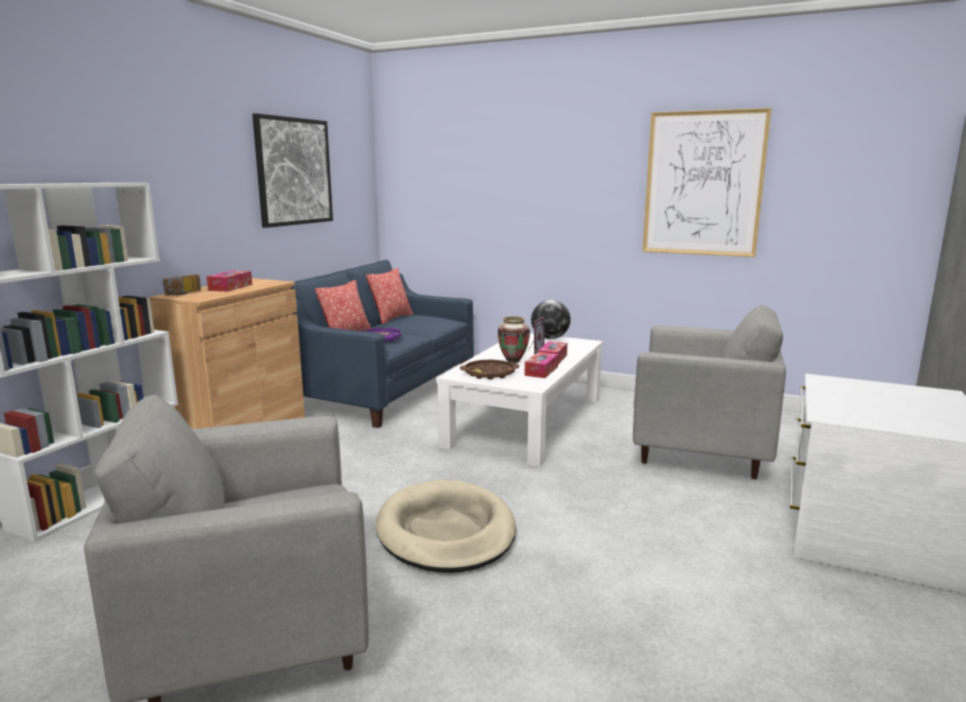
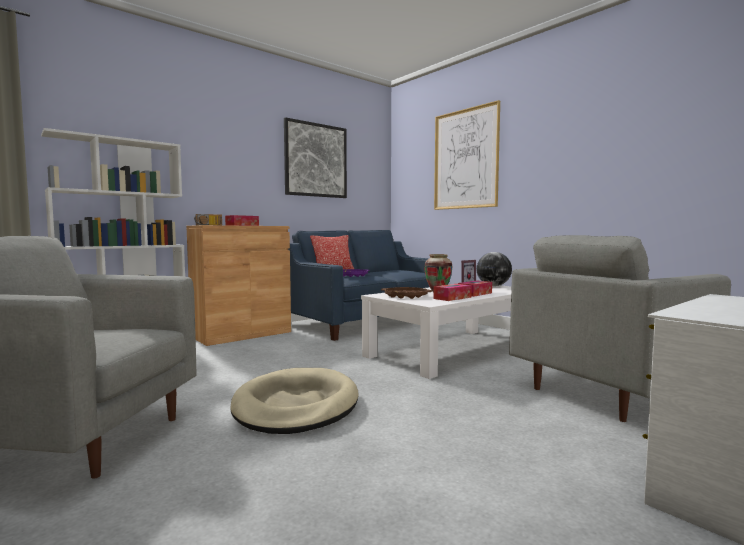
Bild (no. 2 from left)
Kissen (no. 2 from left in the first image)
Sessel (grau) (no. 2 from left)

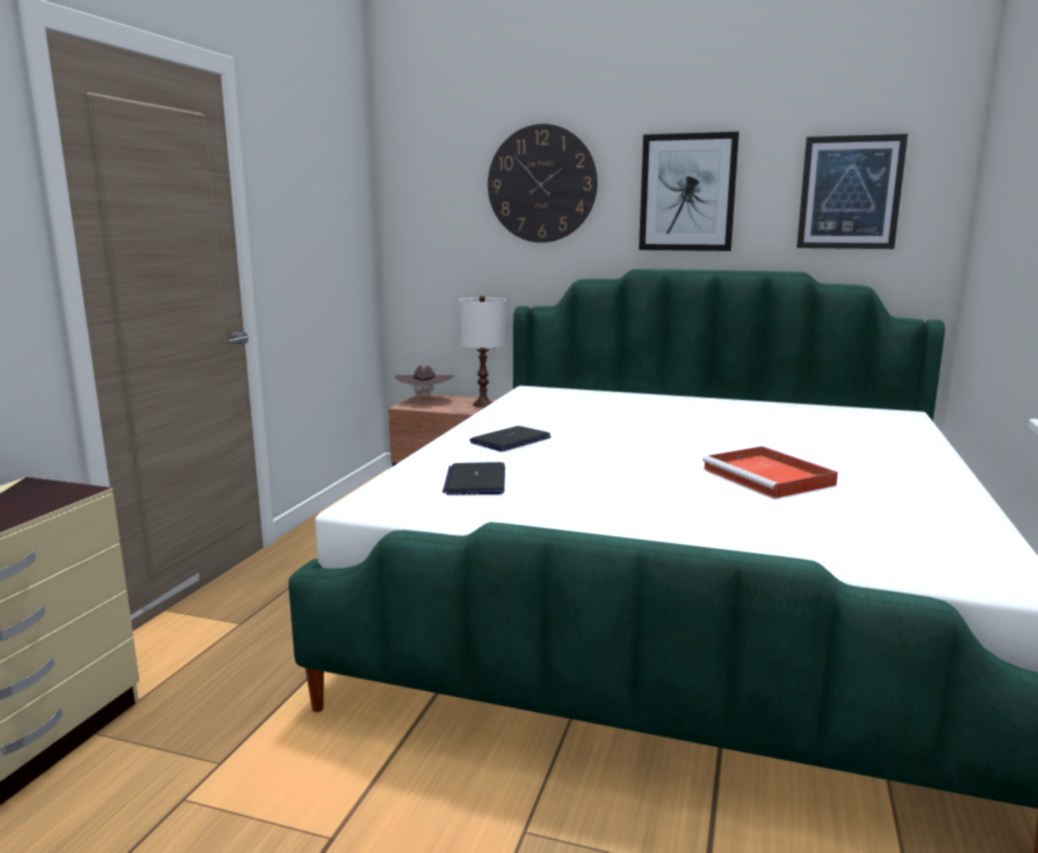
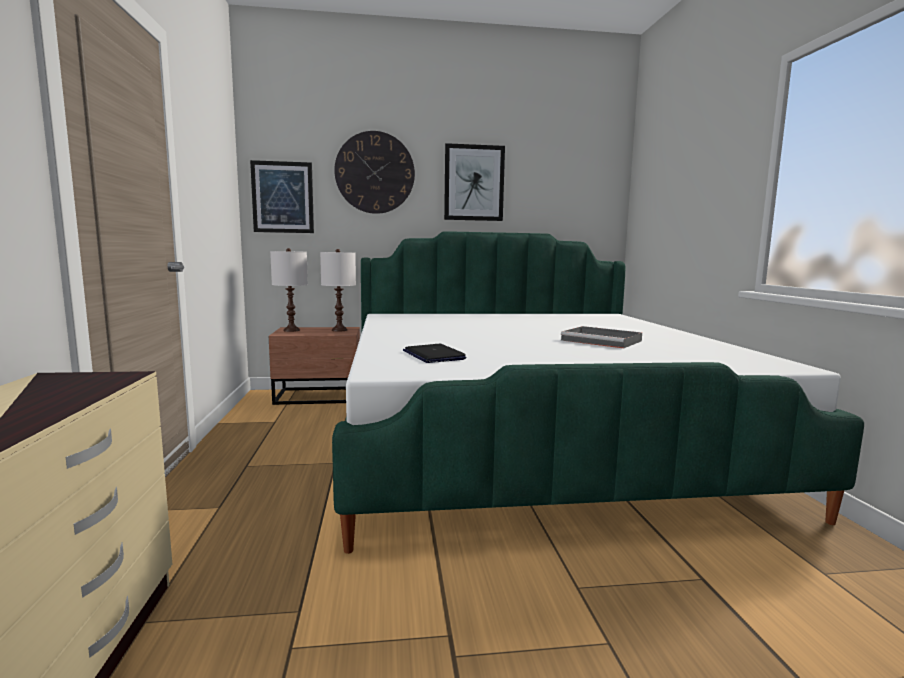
Bild (no. 1 from left)
Tischlampe (weiß) (no. 1 from left)
Laptop (no. 2 from left in the first image)
Tablett (grau)

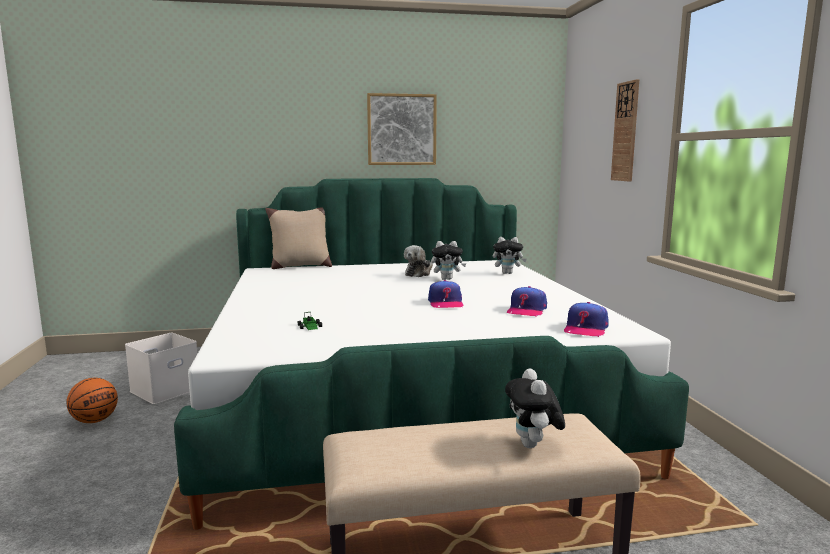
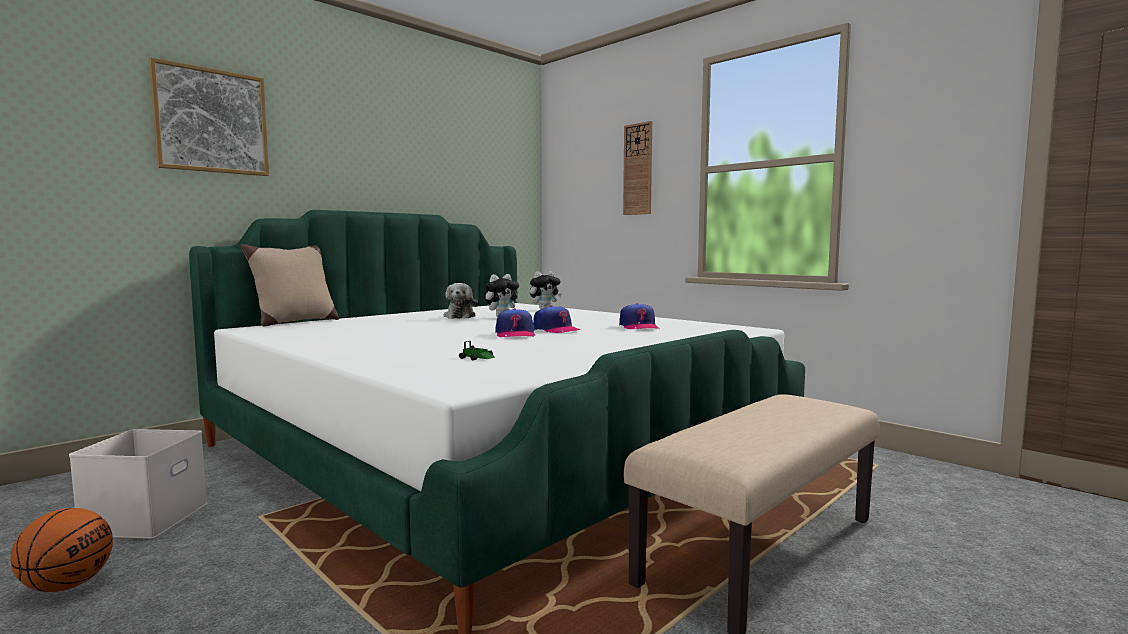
Bild
Kappe (no. 1 from left)
Plüschtier (no. 4 from left in the first image)

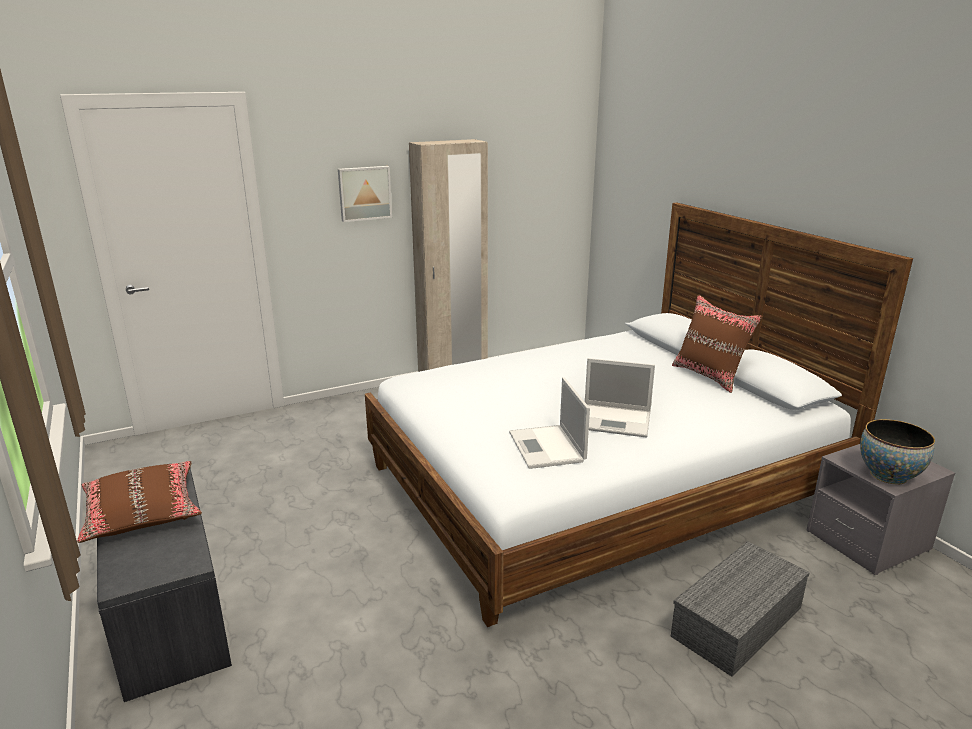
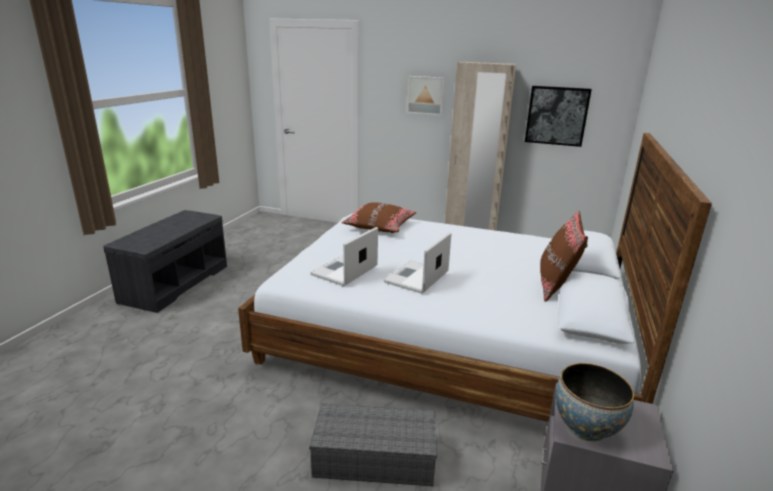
Laptop (no. 2 from left)
Kissen (braun) (no. 1 from left)
Bild (no. 2 from left)

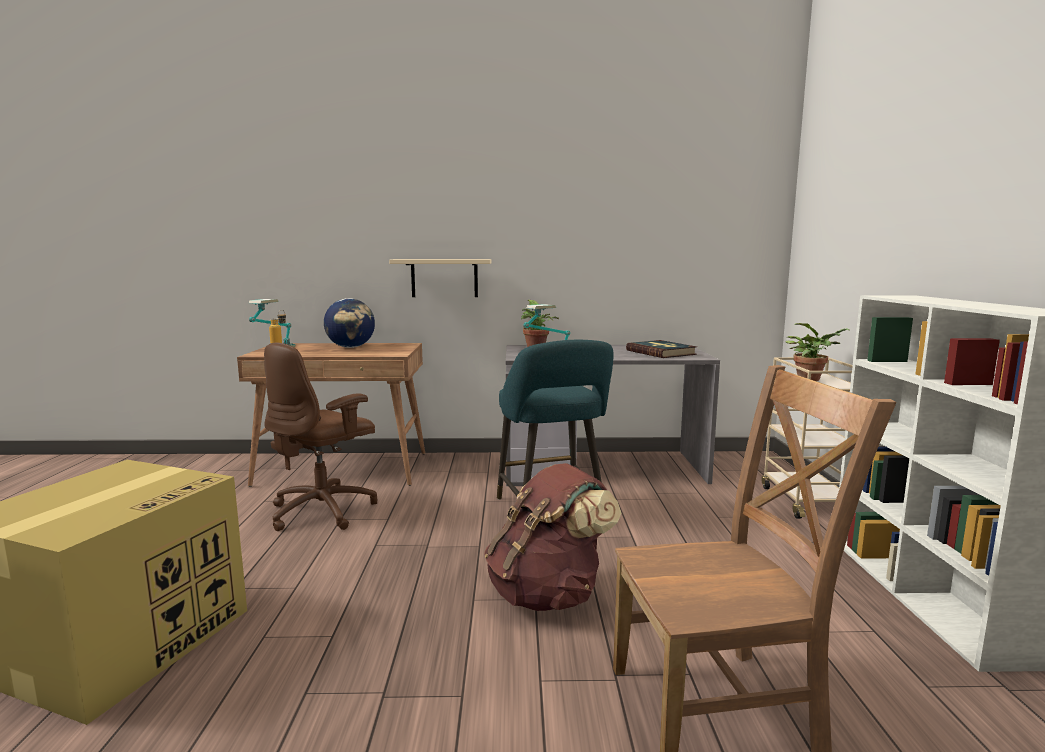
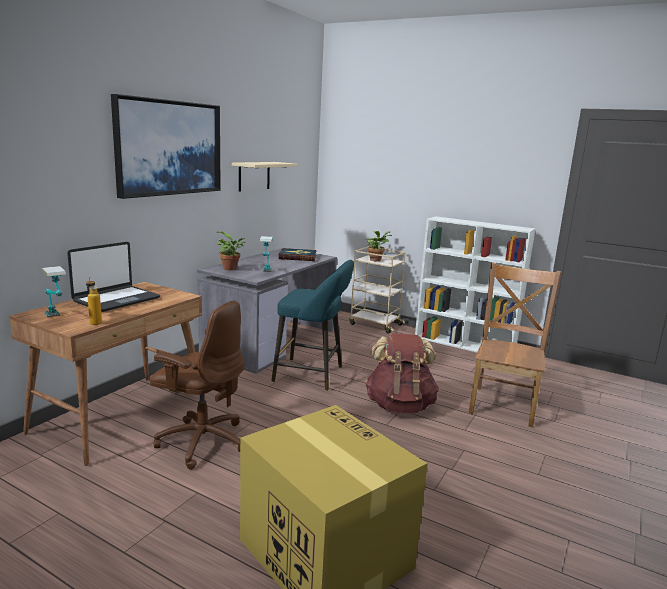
Wandregal (beige)
Laptop
Bürostuhl (braun)
Bild

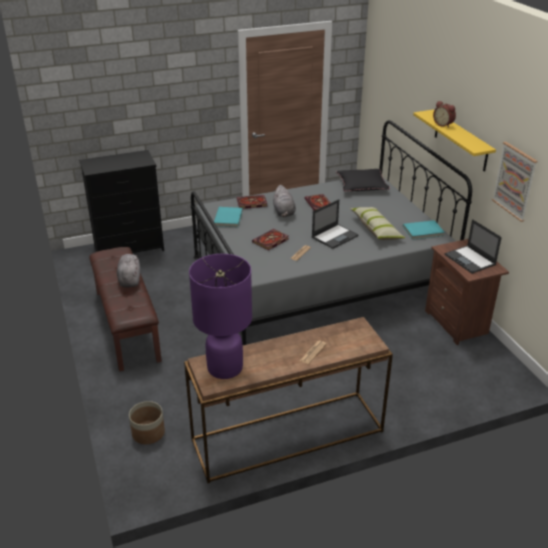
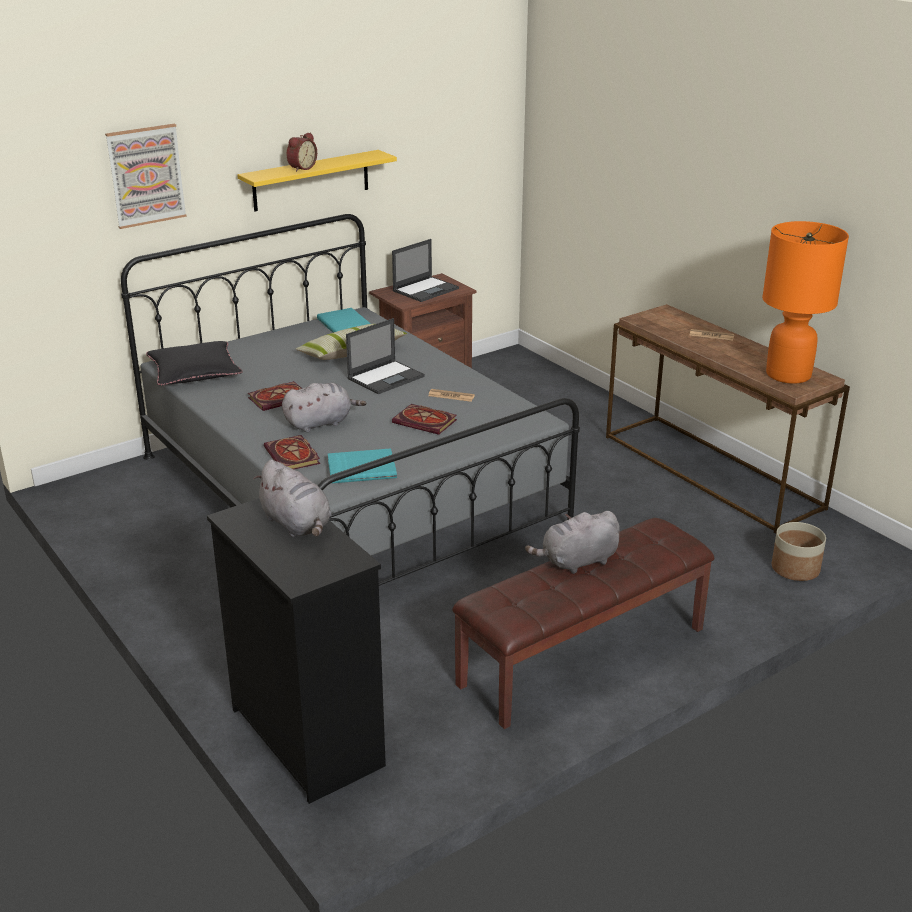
Bild
Laptop (no. 1 from left)
Tischlampe (orange)
Plüschtier (grau) (no. 1 from left)

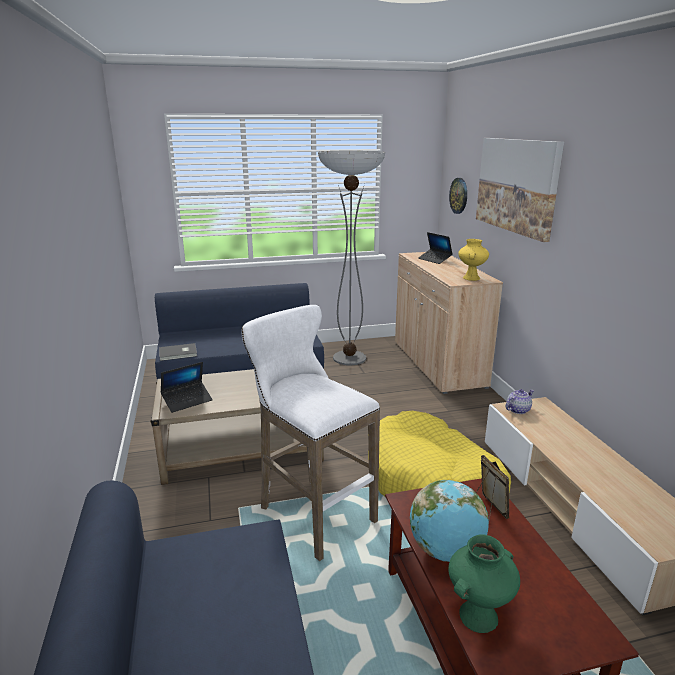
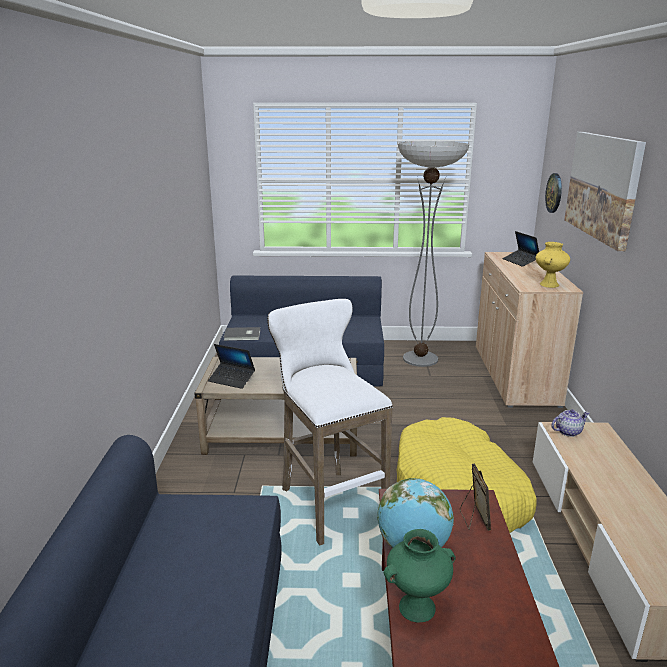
Laptop (no. 1 from left)

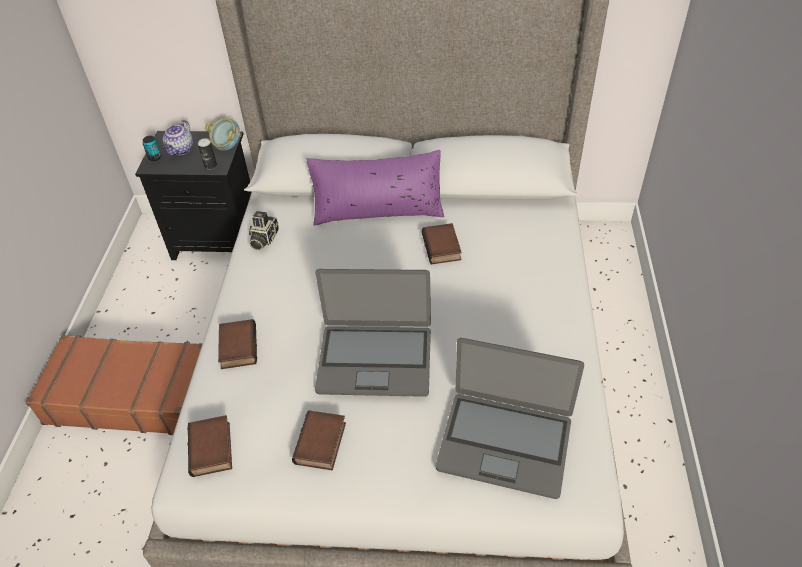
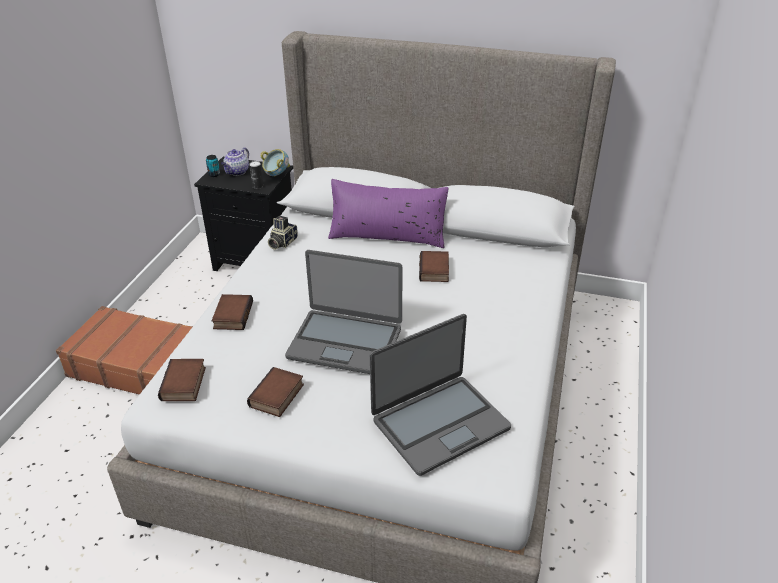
Laptop (no. 2 from left)

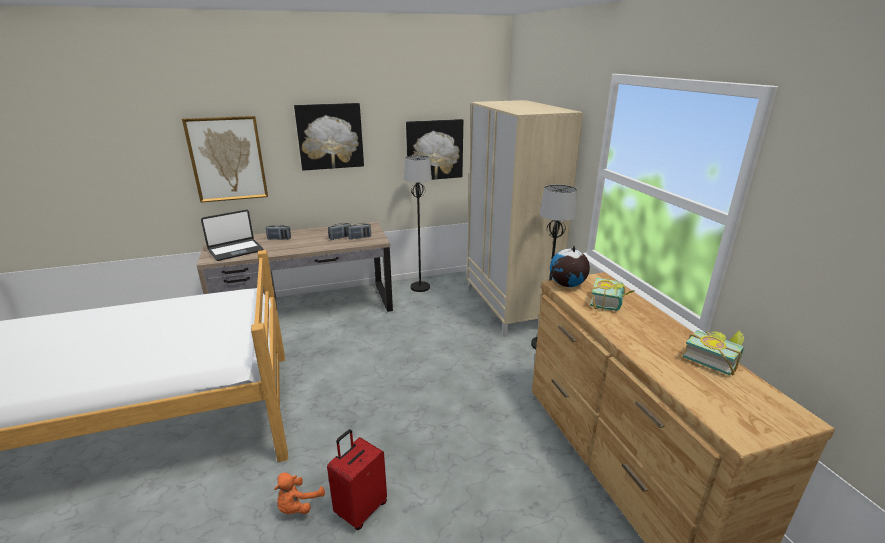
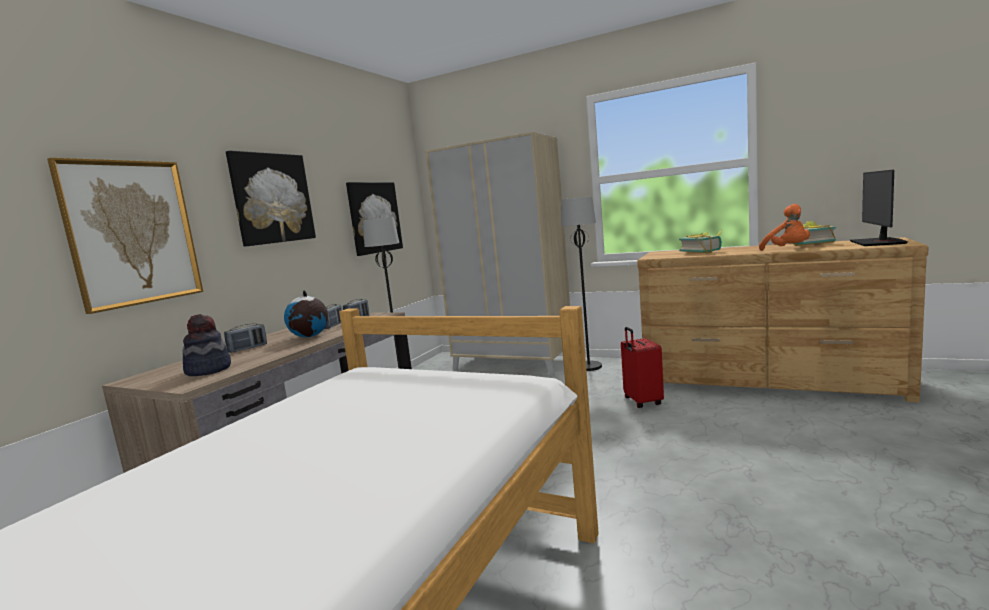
Hut
Globus
Koffer (rot)
Plüschtier (orange)
Monitor

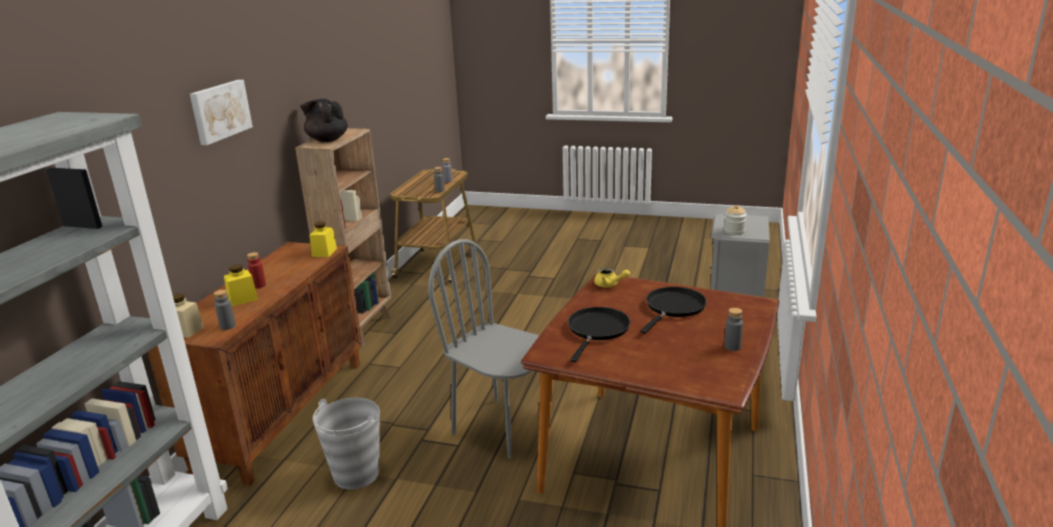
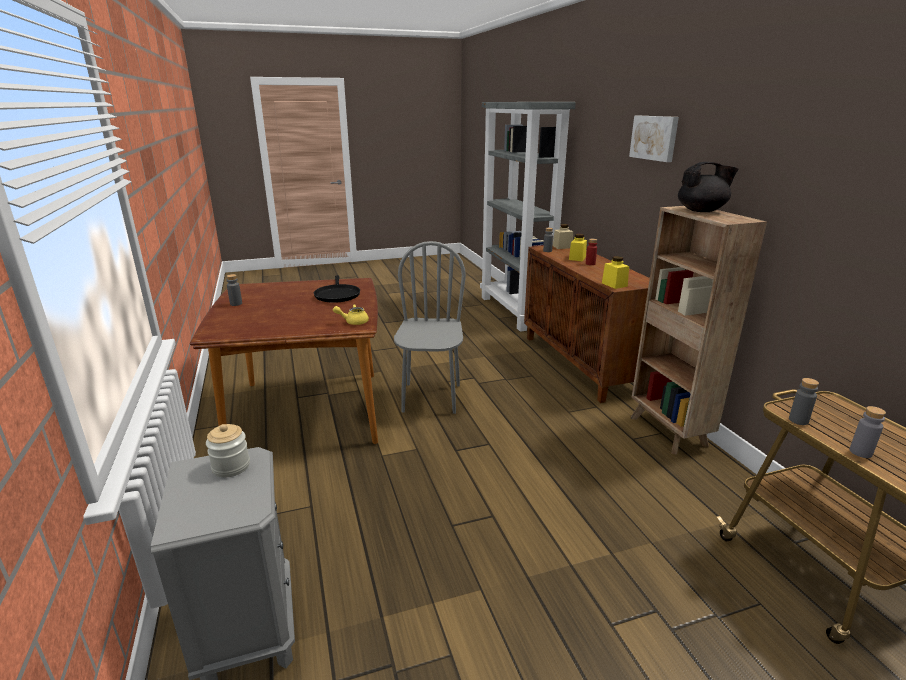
Stuhl (grau)
Pfanne (schwarz) (no. 2 from left in the first image)
Eimer (grau)

